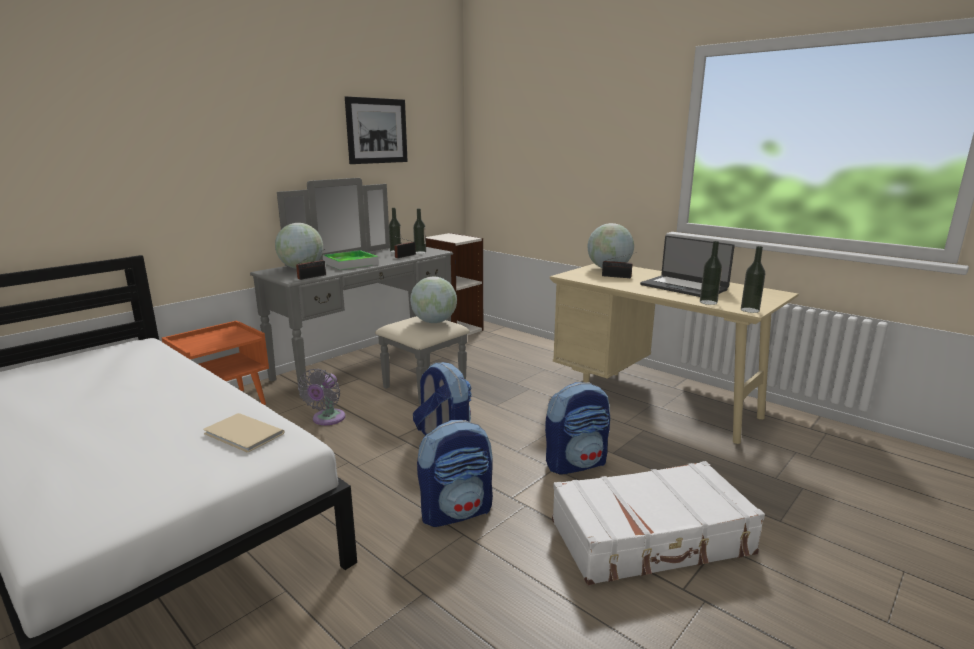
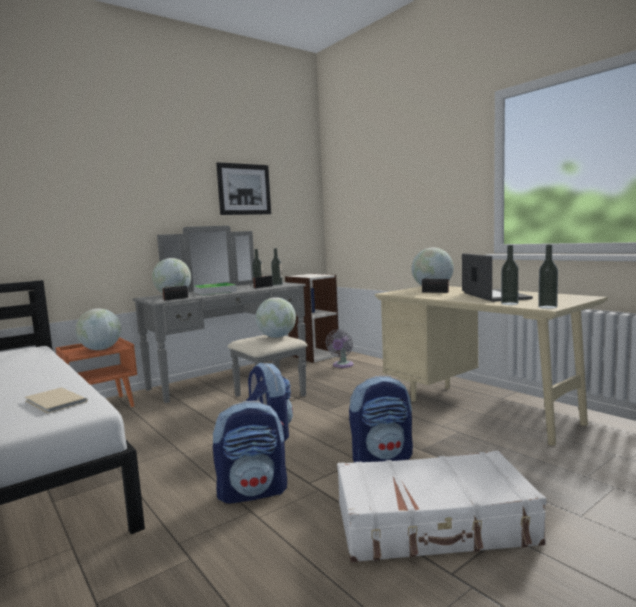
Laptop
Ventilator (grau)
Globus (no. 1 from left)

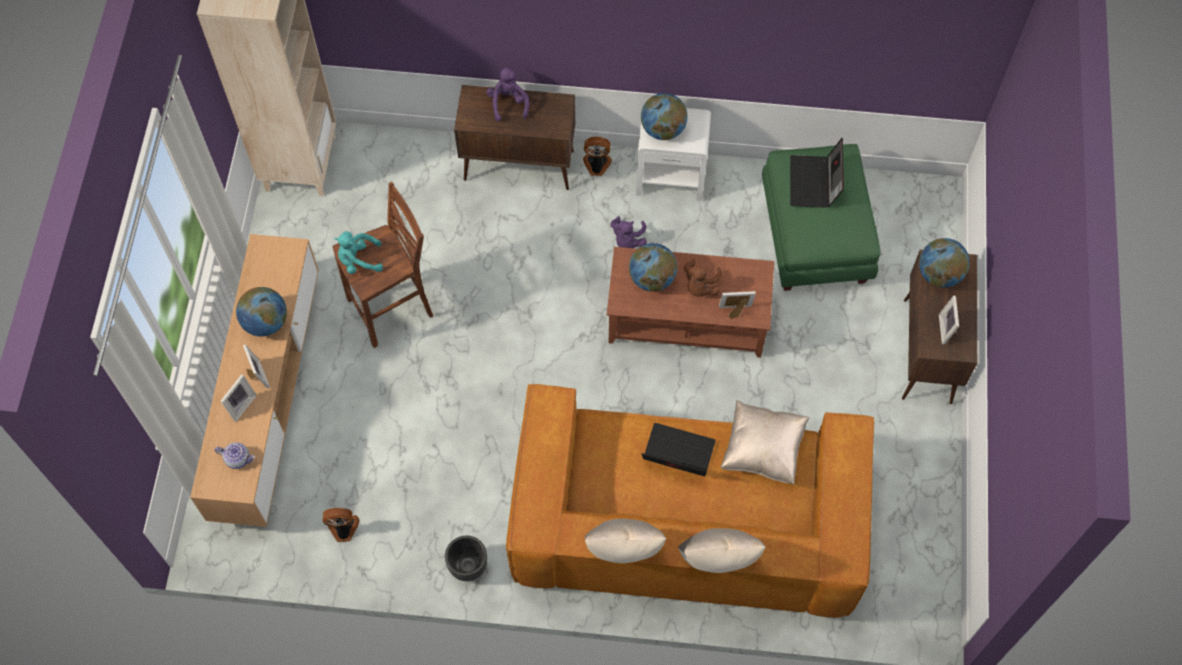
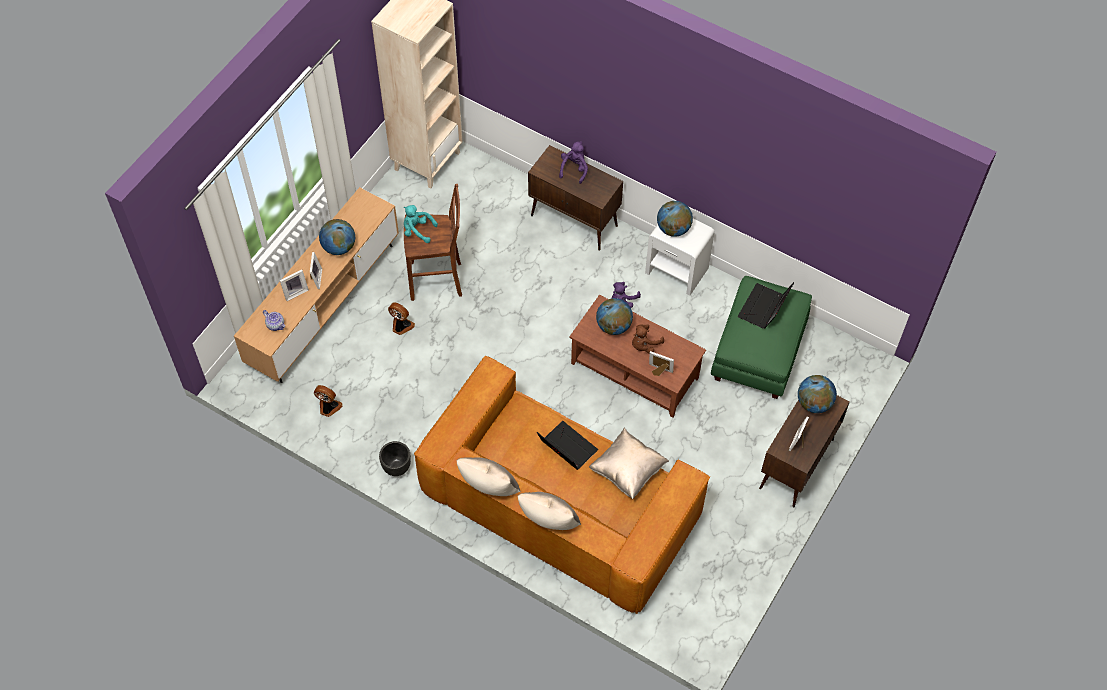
Ventilator (no. 2 from left)

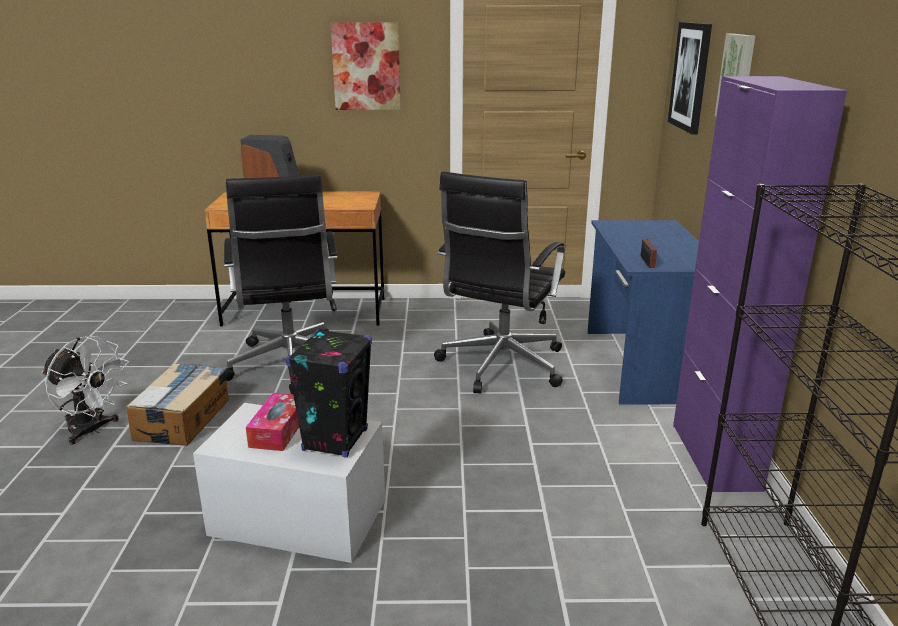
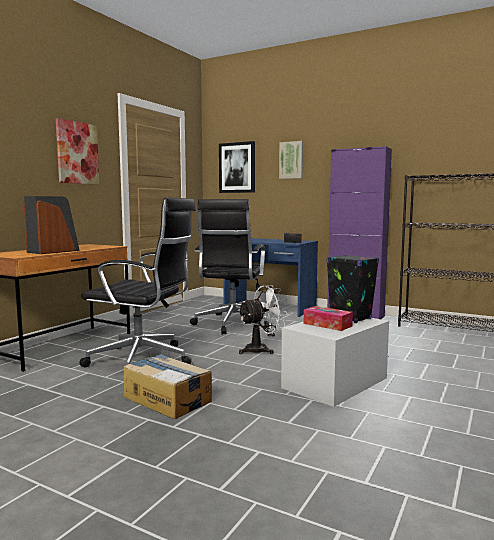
Bürostuhl (schwarz) (no. 2 from left)
Ventilator (weiß)

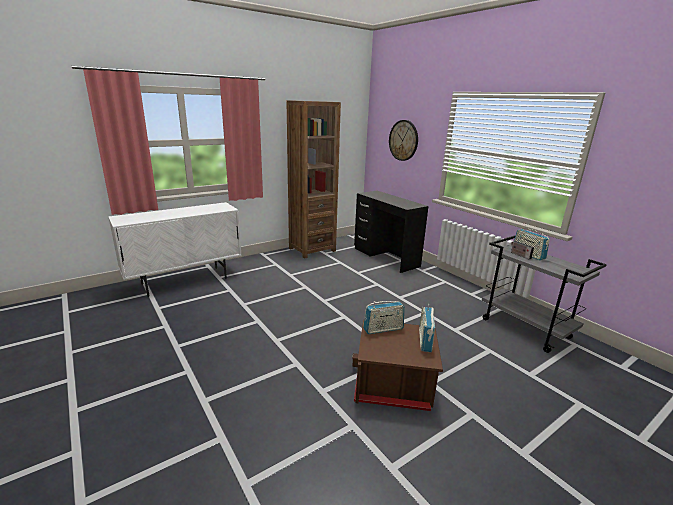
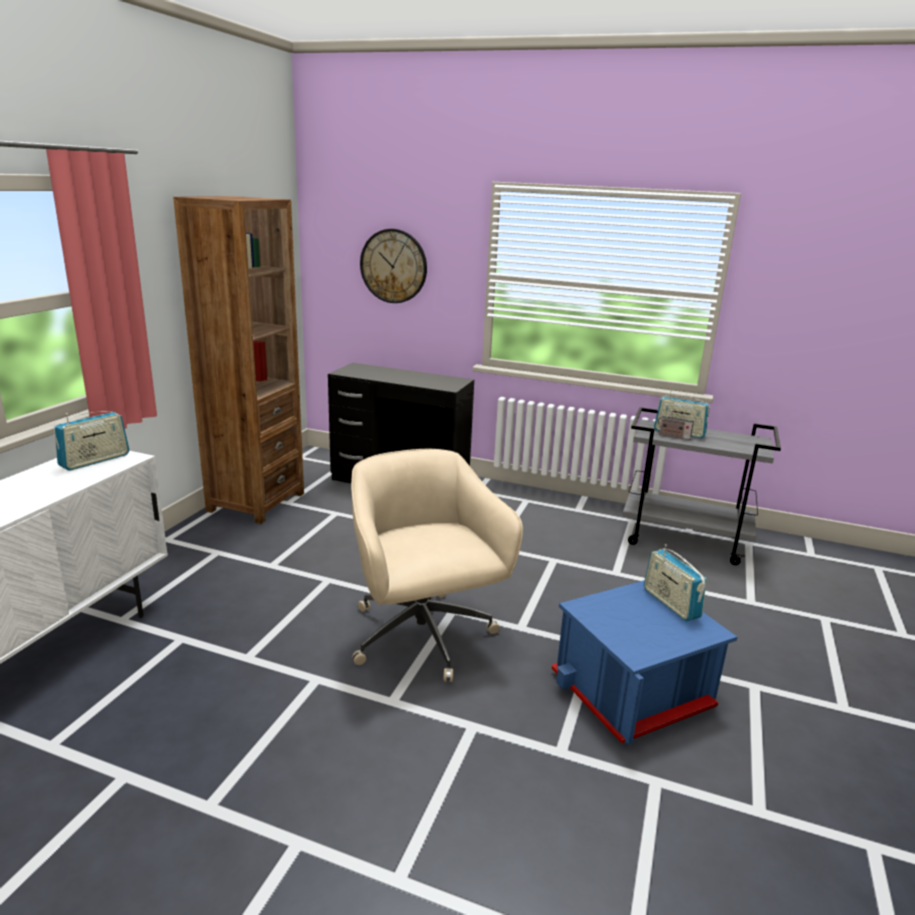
Radio (no. 1 from left)
Aufbewahrungsbox (blau)
Bürostuhl (beige)

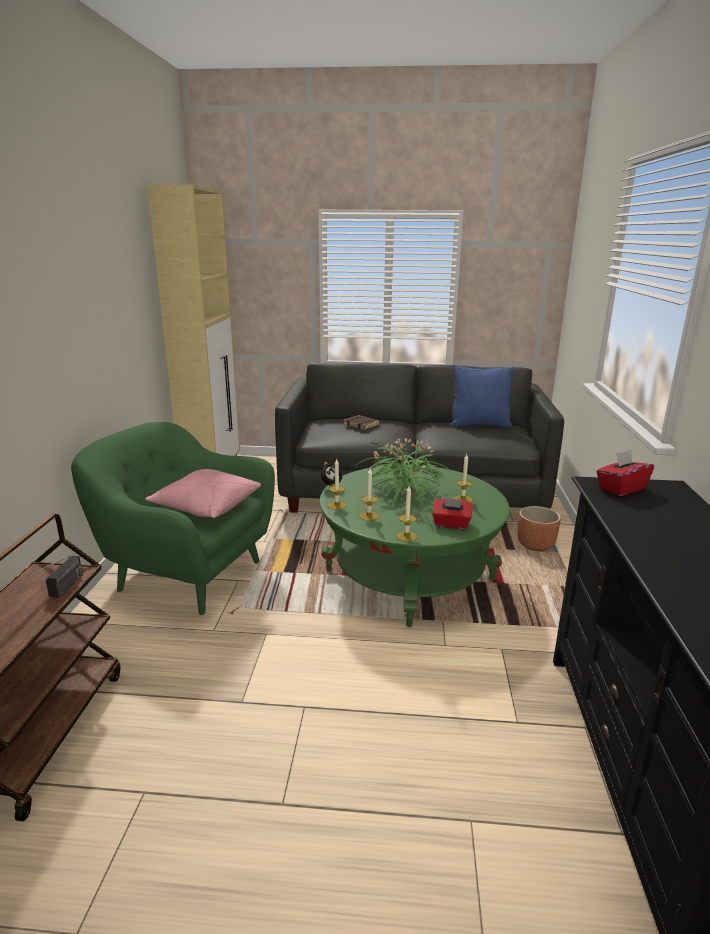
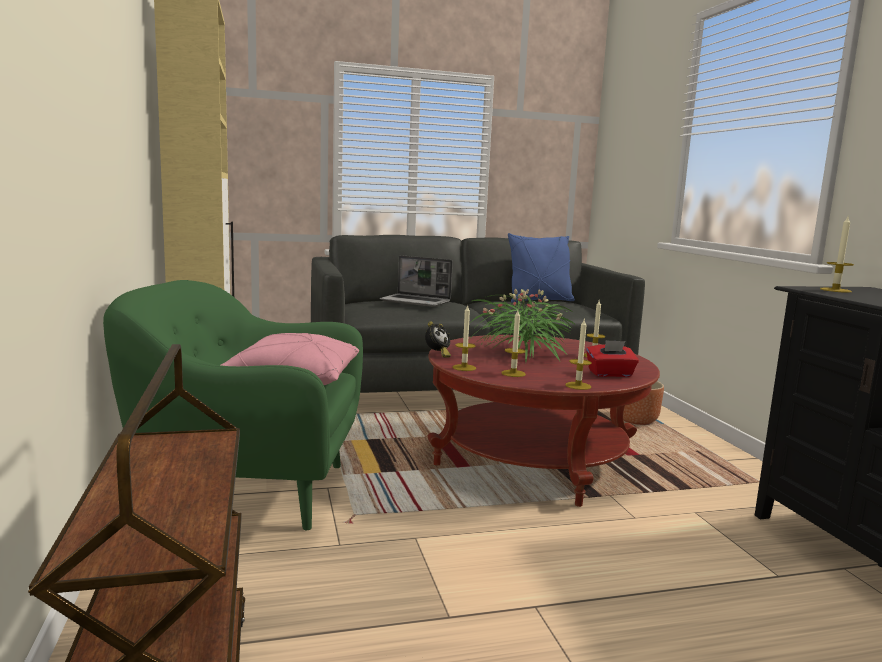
Laptop
Kerze (no. 5 from left)
Couchtisch (rot)
Radio

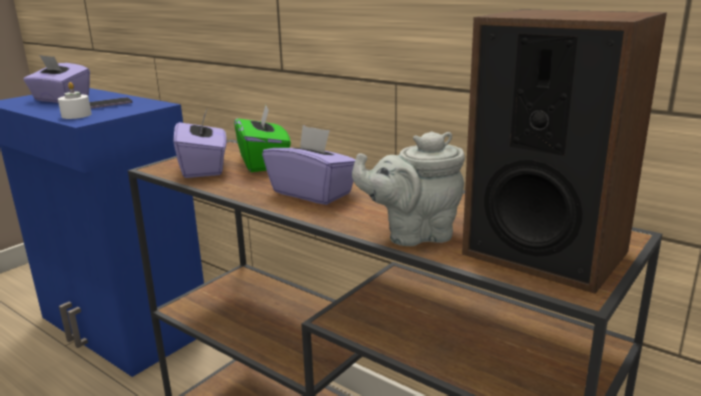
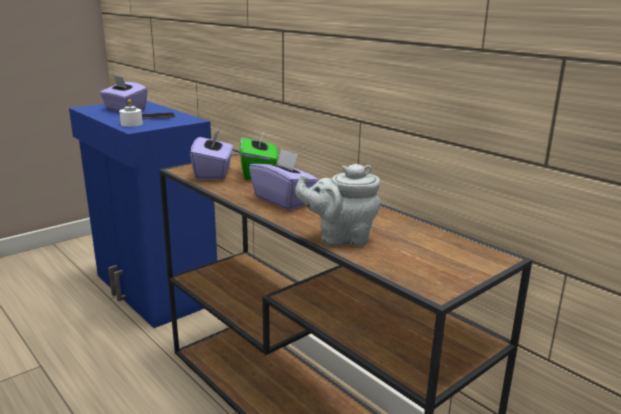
Lautsprecher

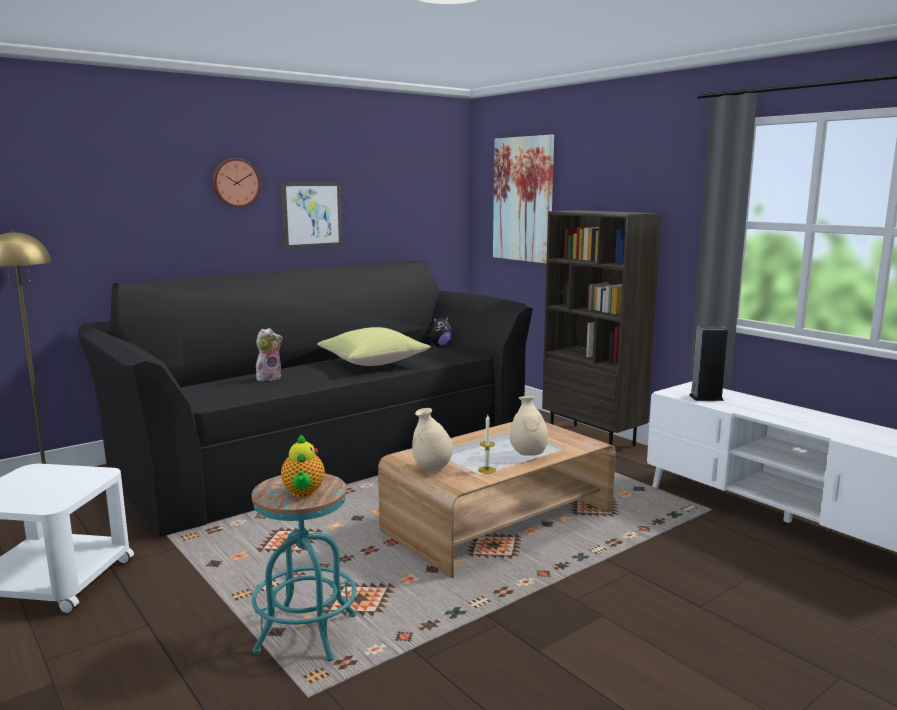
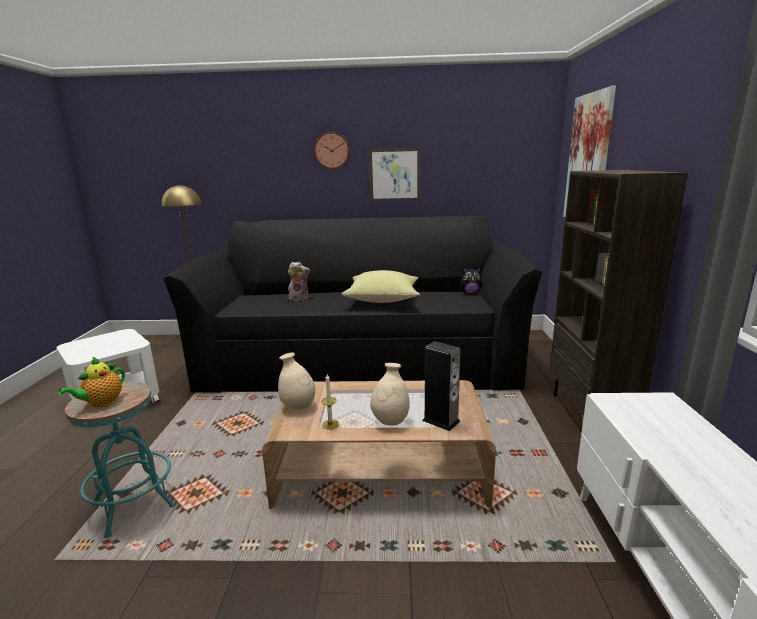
Lautsprecher

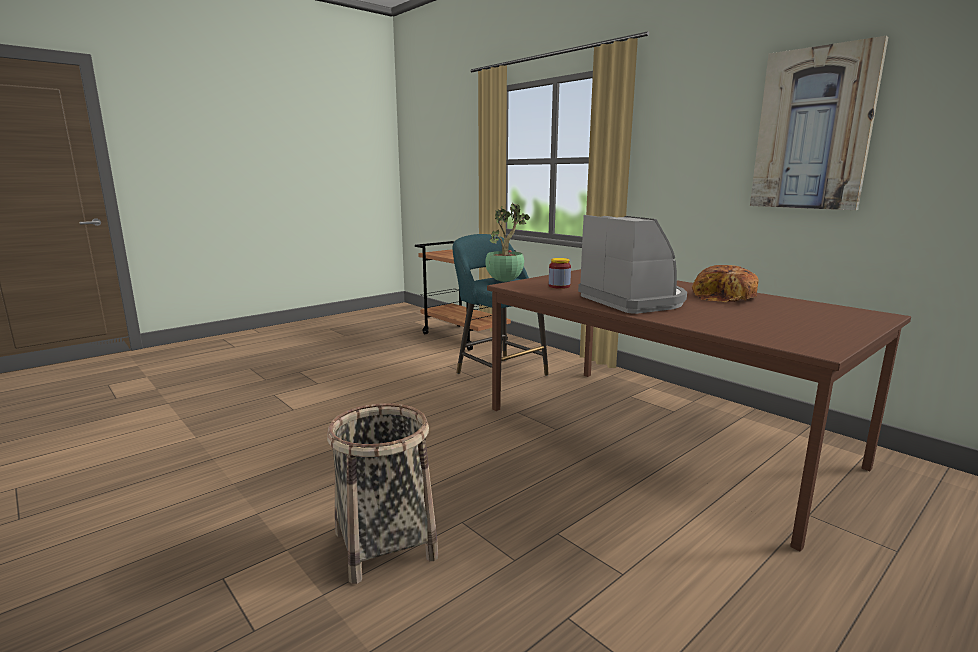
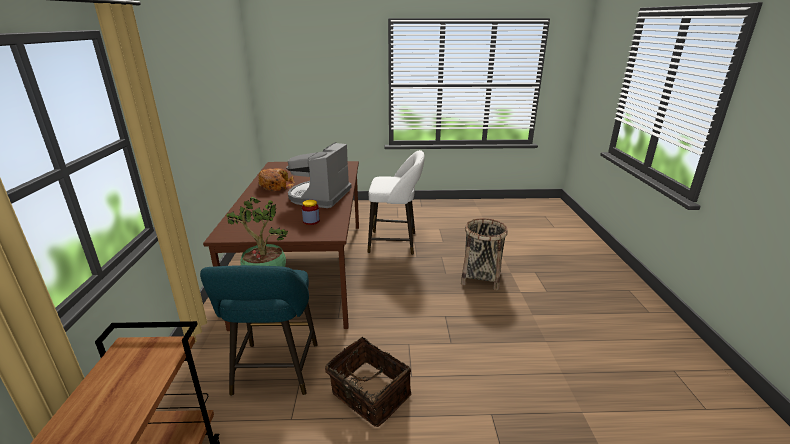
Bild
Hocker (weiß)
Korb (no. 1 from left)

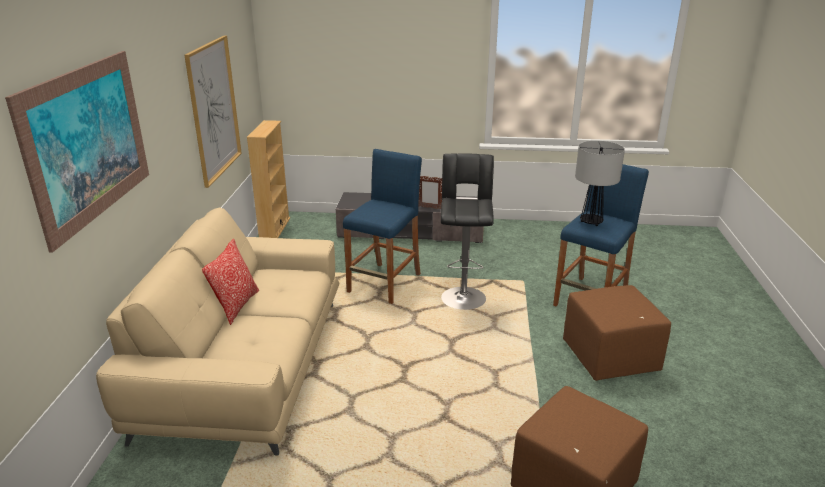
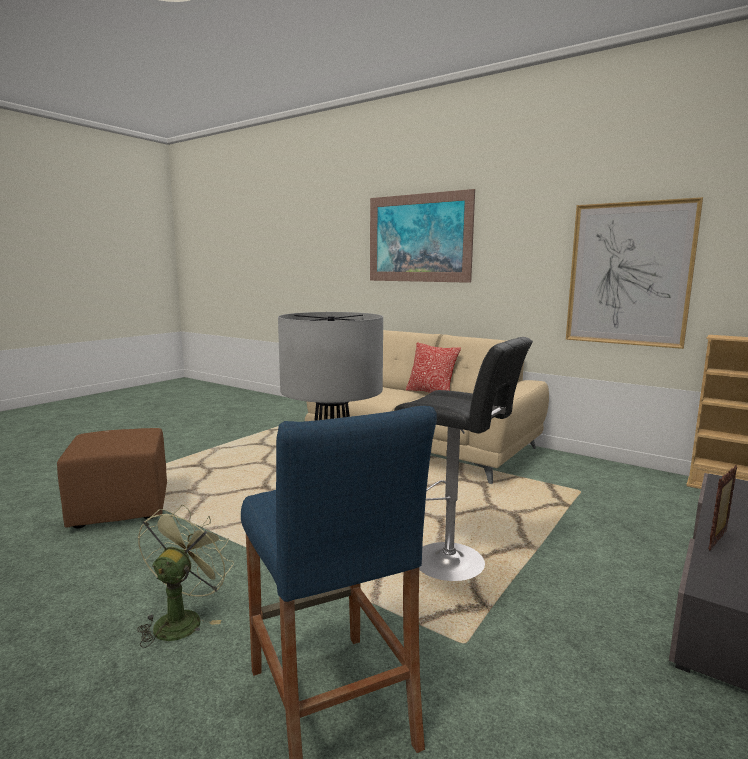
Hocker (blau) (no. 1 from left in the first image)
Ventilator (grün)

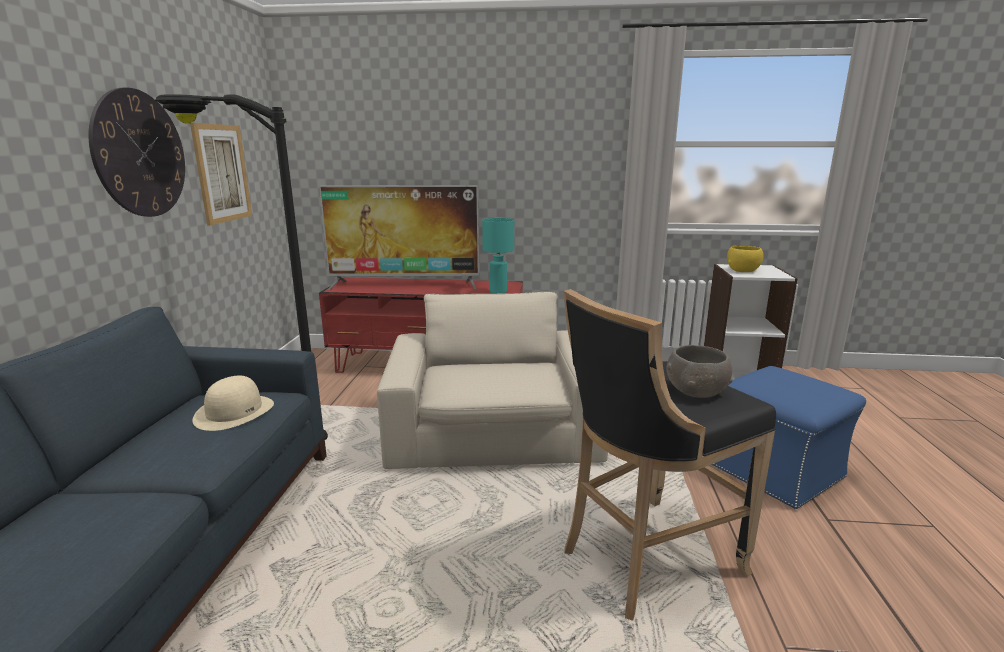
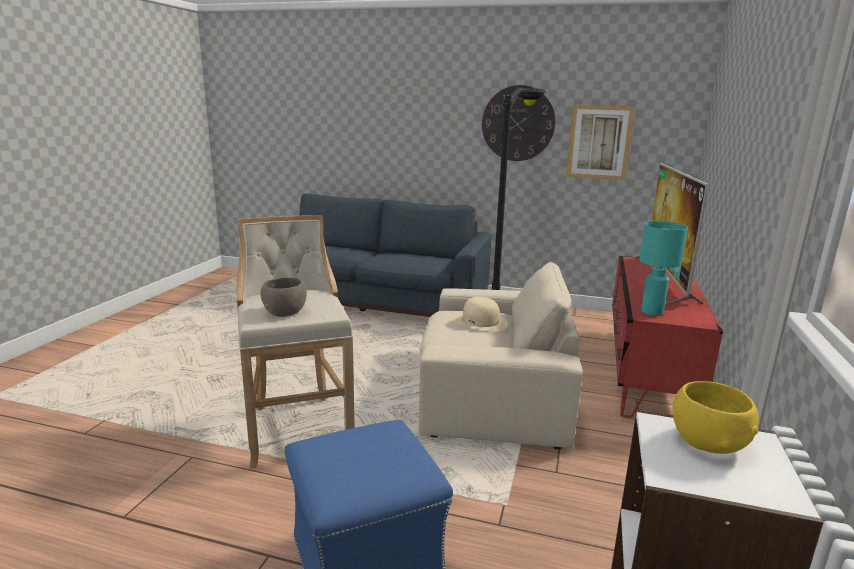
Hocker (beige)
Hut (beige)

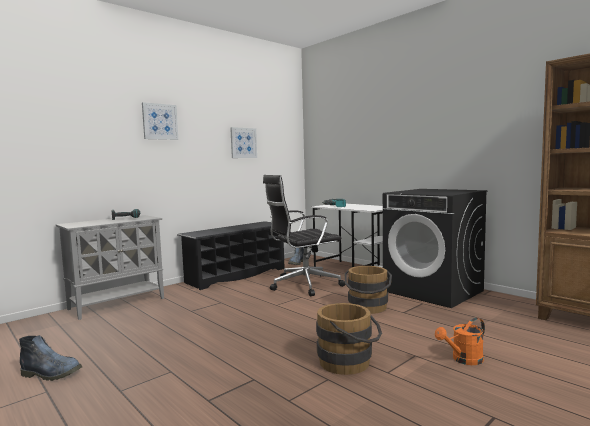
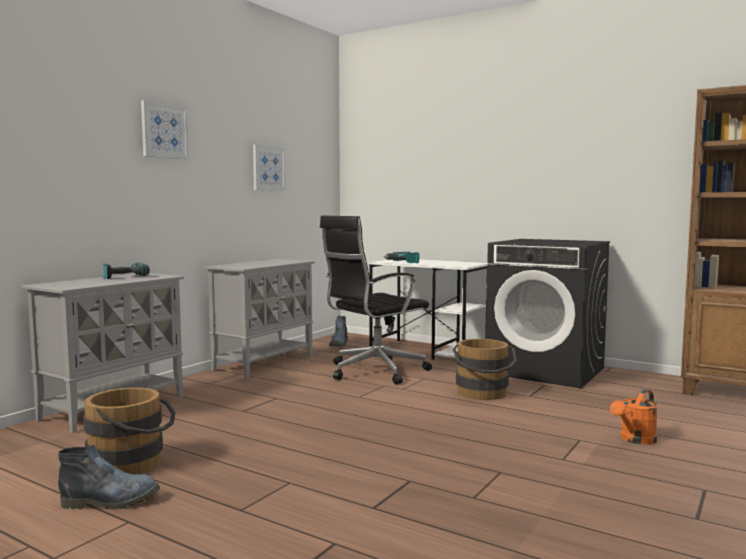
Schrank (grau) (no. 2 from left)
Eimer (braun) (no. 1 from left)

